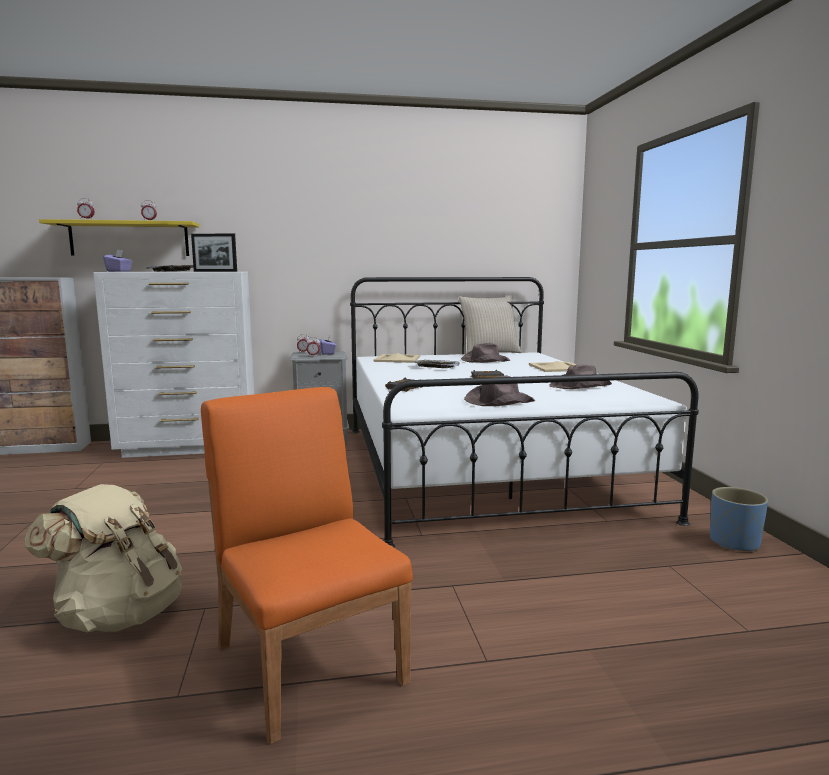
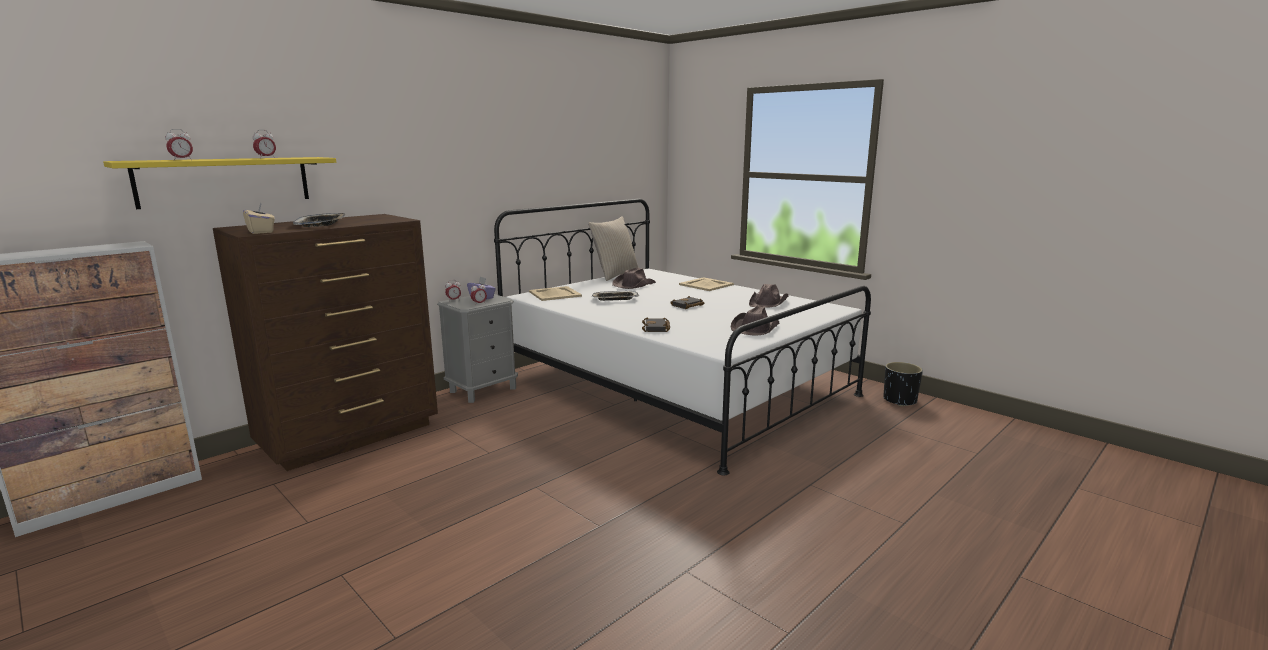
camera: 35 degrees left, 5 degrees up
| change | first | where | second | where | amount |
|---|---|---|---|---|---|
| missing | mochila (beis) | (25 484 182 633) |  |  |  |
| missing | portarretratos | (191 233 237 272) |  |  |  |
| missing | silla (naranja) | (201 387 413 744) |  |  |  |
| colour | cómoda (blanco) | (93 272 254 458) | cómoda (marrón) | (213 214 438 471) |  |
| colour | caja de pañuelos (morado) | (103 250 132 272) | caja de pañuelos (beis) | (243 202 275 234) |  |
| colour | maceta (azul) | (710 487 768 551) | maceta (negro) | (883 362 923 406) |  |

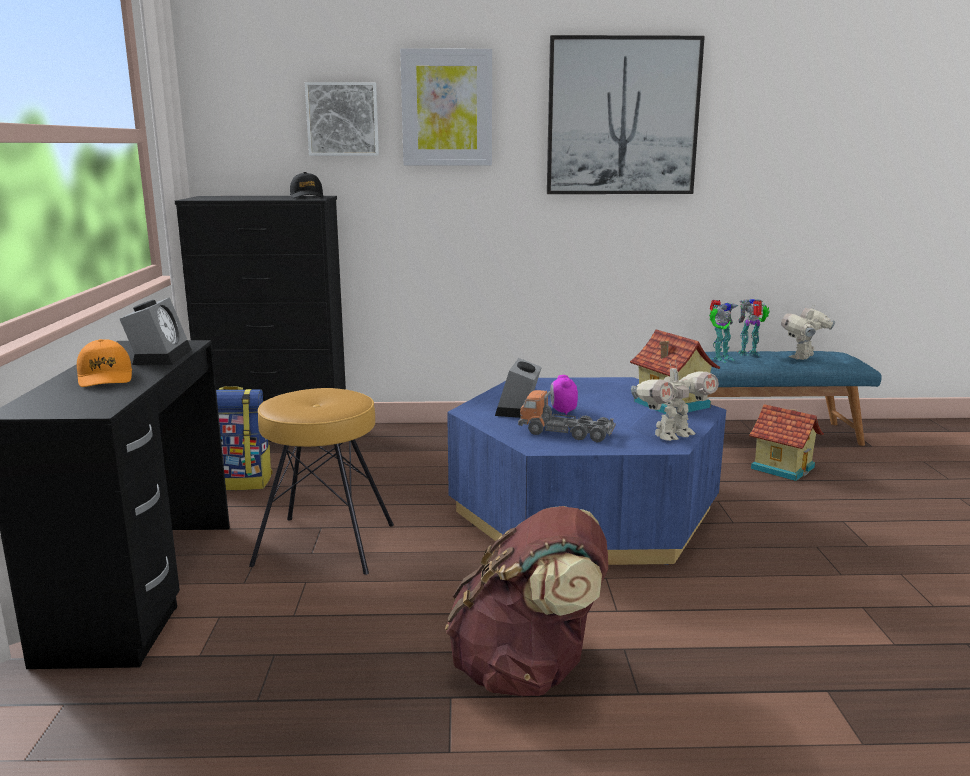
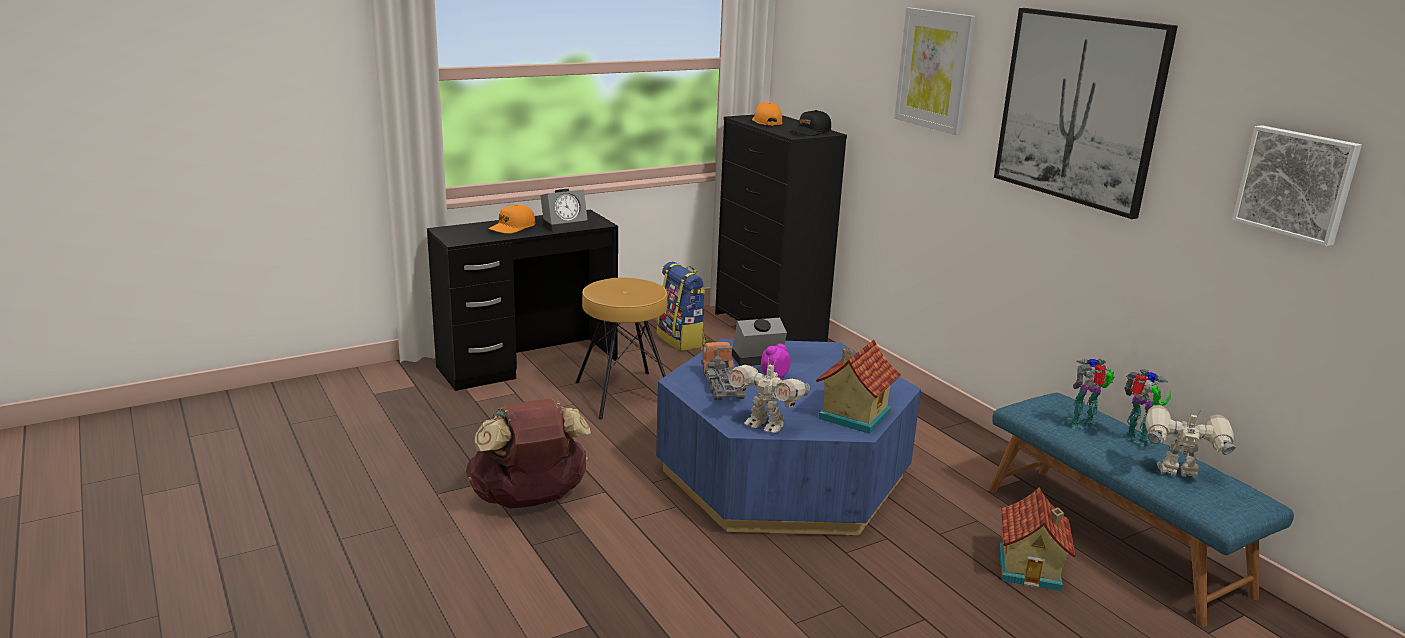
camera: 60 degrees right, 5 degrees up
| change | first | where | second | where | amount |
|---|---|---|---|---|---|
| appeared |  |  | gorra (naranja) | (752 102 782 126) |  |
| relocated | cuadro | (305 82 379 156) |  | (1232 125 1362 246) |  |
| spun | robot de juguete | (709 300 738 362) |  | (1067 359 1115 429) | 150 degrees clockwise |

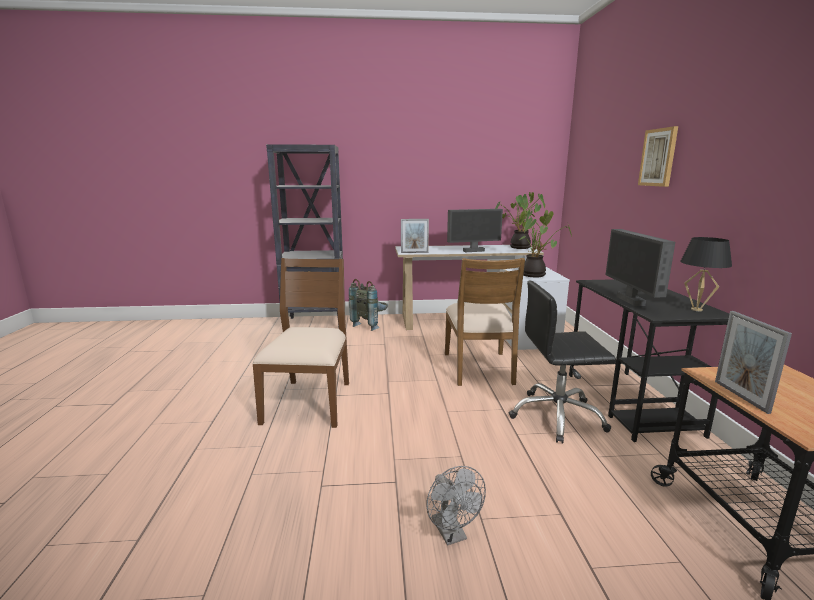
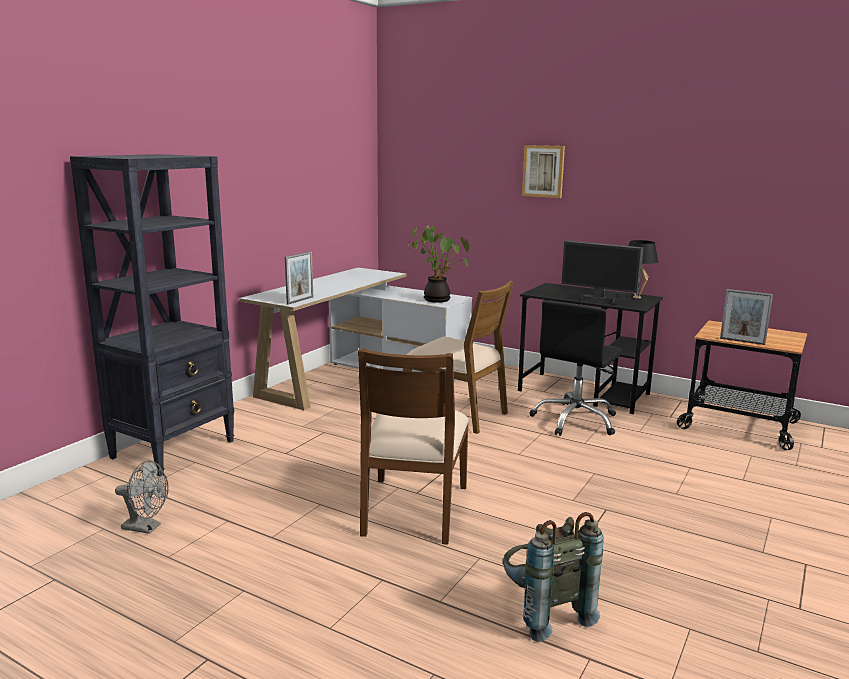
camera: 55 degrees left, 0 degrees up
| change | first | where | second | where | amount |
|---|---|---|---|---|---|
| missing | monitor | (447 209 503 252) |  |  |  |
| missing | planta en maceta | (495 192 545 249) |  |  |  |
| relocated | mochila (gris) | (349 279 388 331) |  | (503 512 604 642) |  |
| relocated | ventilador (gris) | (427 466 486 546) |  | (115 460 169 534) |  |
| spun | silla (marrón) | (252 258 349 428) |  | (358 348 469 545) | 120 degrees counterclockwise |

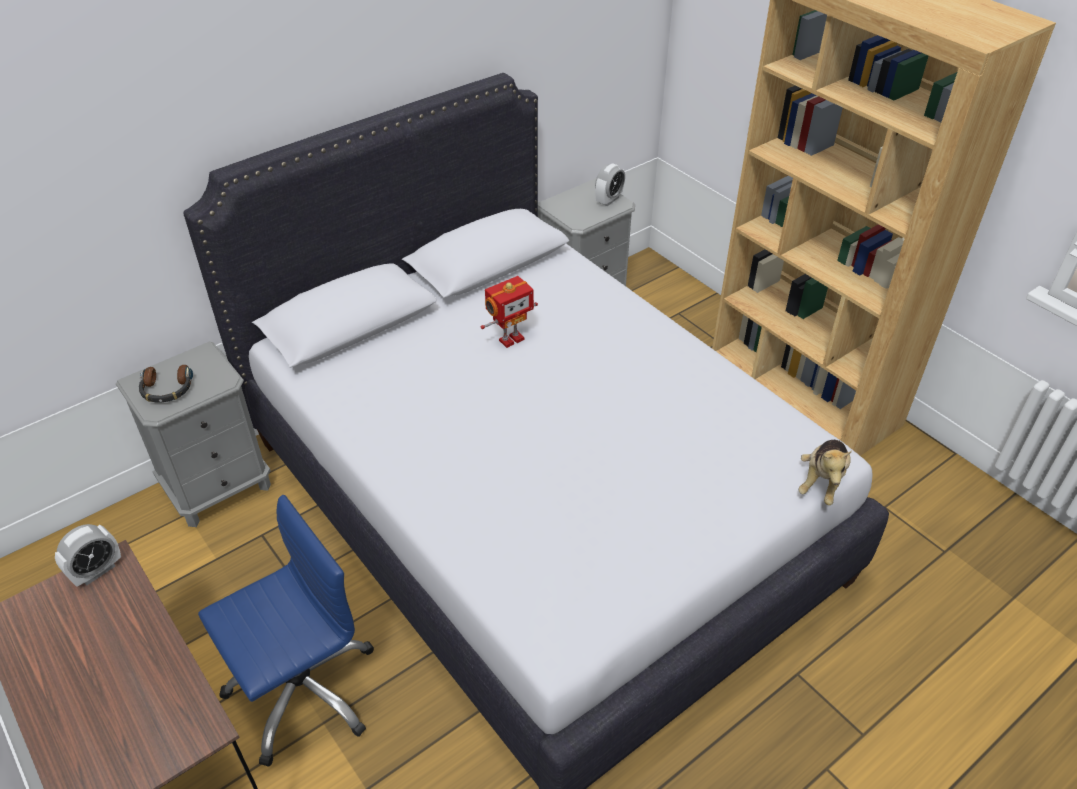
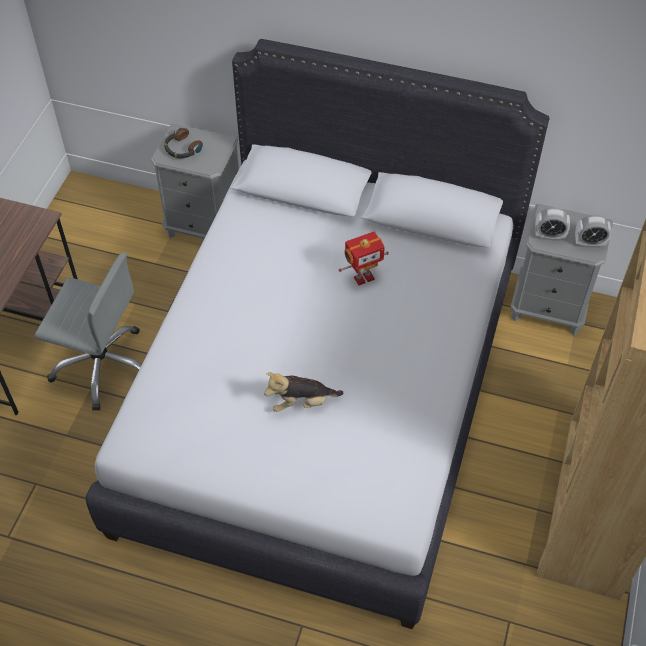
camera: 55 degrees right, 10 degrees up
| change | first | where | second | where | amount |
|---|---|---|---|---|---|
| relocated | despertador | (55 524 121 587) |  | (535 207 570 241) |  |
| relocated | peluche | (798 440 852 505) |  | (264 372 344 412) |  |
| colour | silla de oficina (azul) | (198 495 374 767) | silla de oficina (gris) | (34 252 142 411) |  |
| spun | robot de juguete | (481 276 538 348) |  | (339 232 389 285) | 45 degrees counterclockwise |

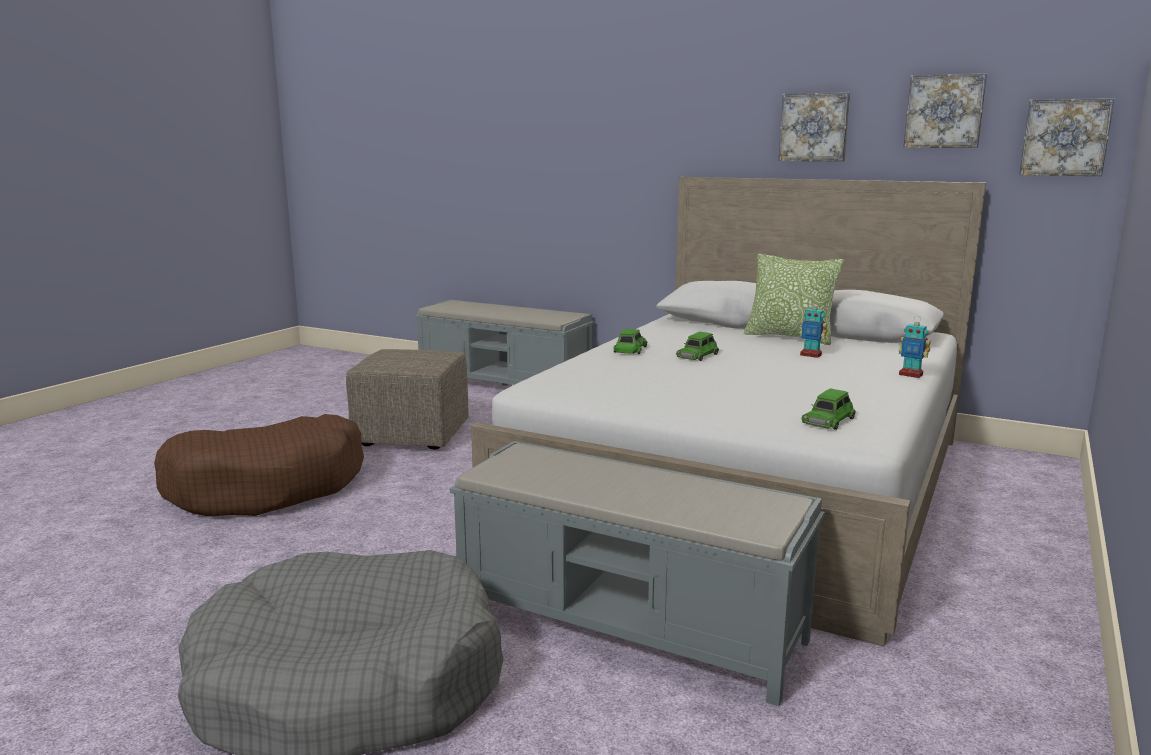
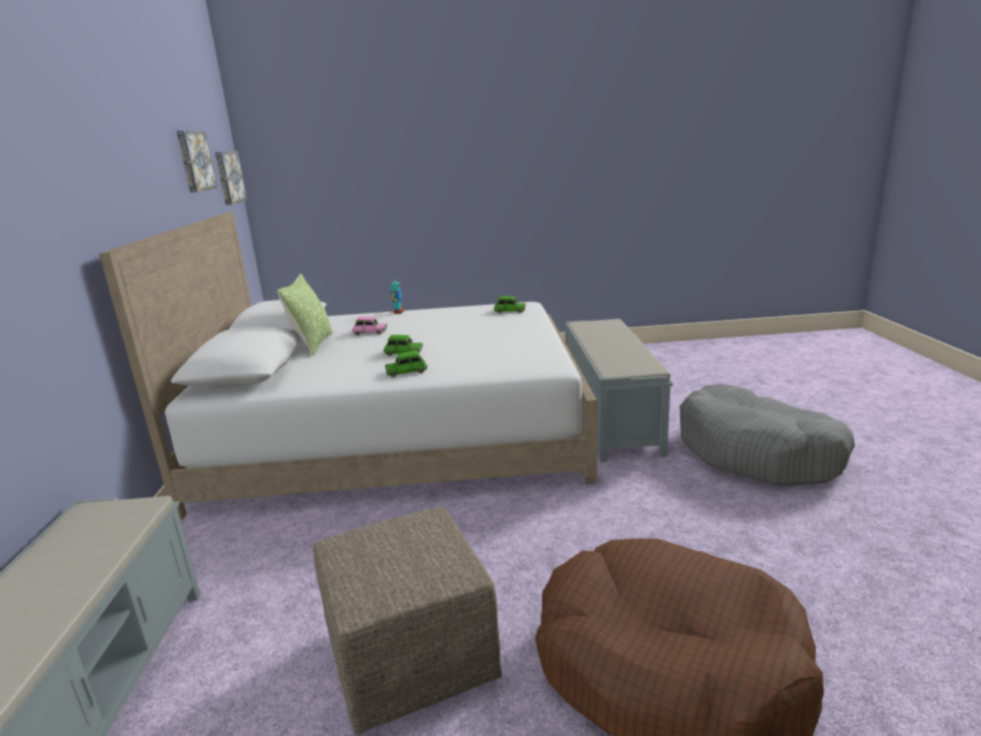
camera: 120 degrees left, 5 degrees up
| change | first | where | second | where | amount |
|---|---|---|---|---|---|
| missing | cuadro | (778 92 850 162) |  |  |  |
| exchanged | robot de juguete | (799 301 827 358) | coche de juguete (rosa) | (352 316 387 335) |  |

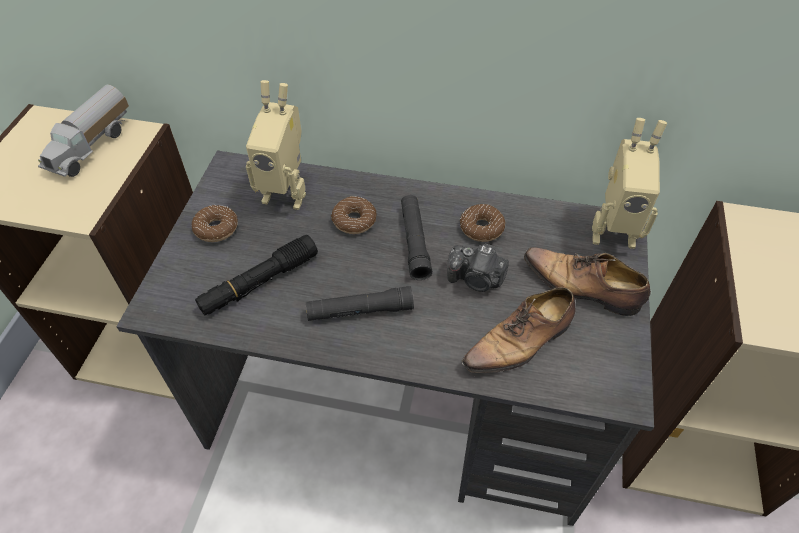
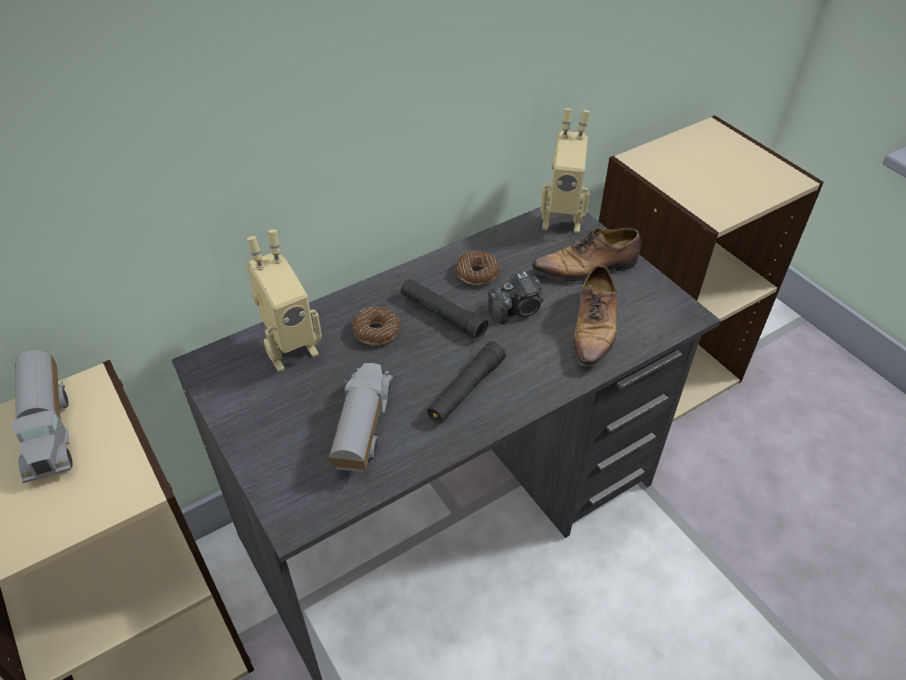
camera: 45 degrees left, 5 degrees down
| change | first | where | second | where | amount |
|---|---|---|---|---|---|
| missing | rosquilla | (192 205 238 242) |  |  |  |
| exchanged | linterna (negro) | (195 235 318 315) | camión de juguete | (329 363 393 472) |  |
| spun | robot de juguete | (592 118 667 249) |  | (541 108 590 233) | 45 degrees clockwise |

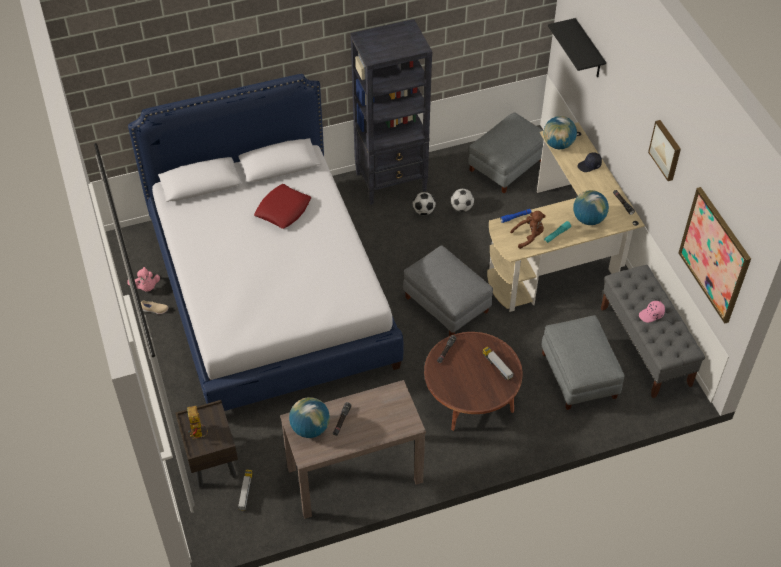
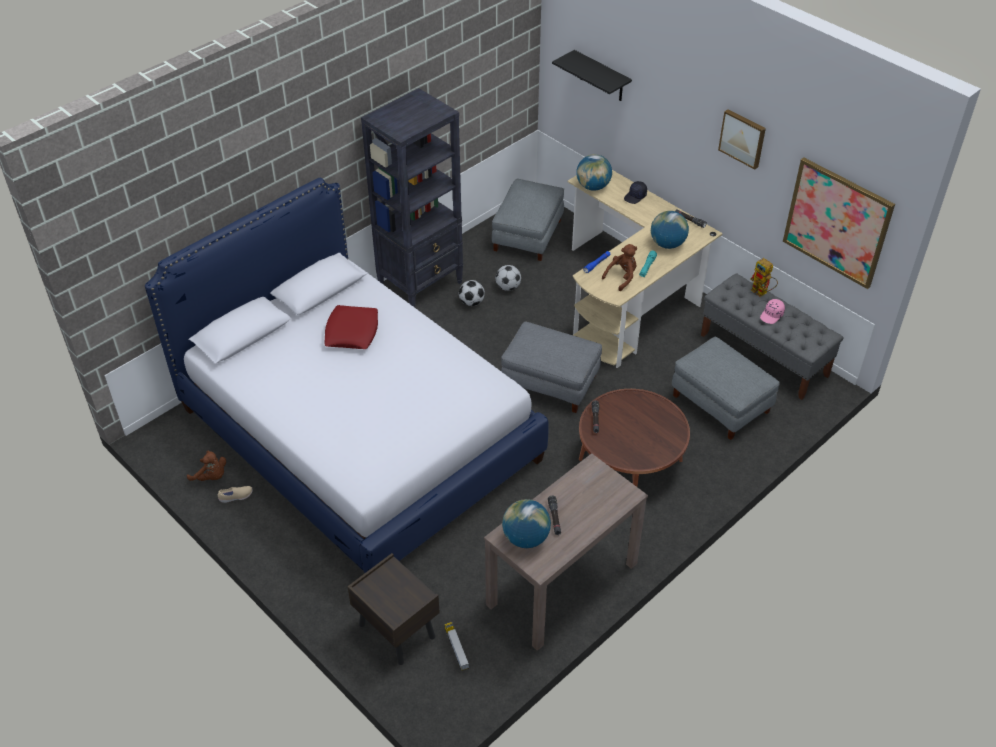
camera: 25 degrees left, 5 degrees down
| change | first | where | second | where | amount |
|---|---|---|---|---|---|
| missing | camión de juguete | (482 347 514 380) |  |  |  |
| relocated | robot de juguete | (187 406 208 439) |  | (750 258 778 297) |  |
| colour | peluche (rosa) | (127 267 160 292) | peluche (marrón) | (187 451 226 481) |  |

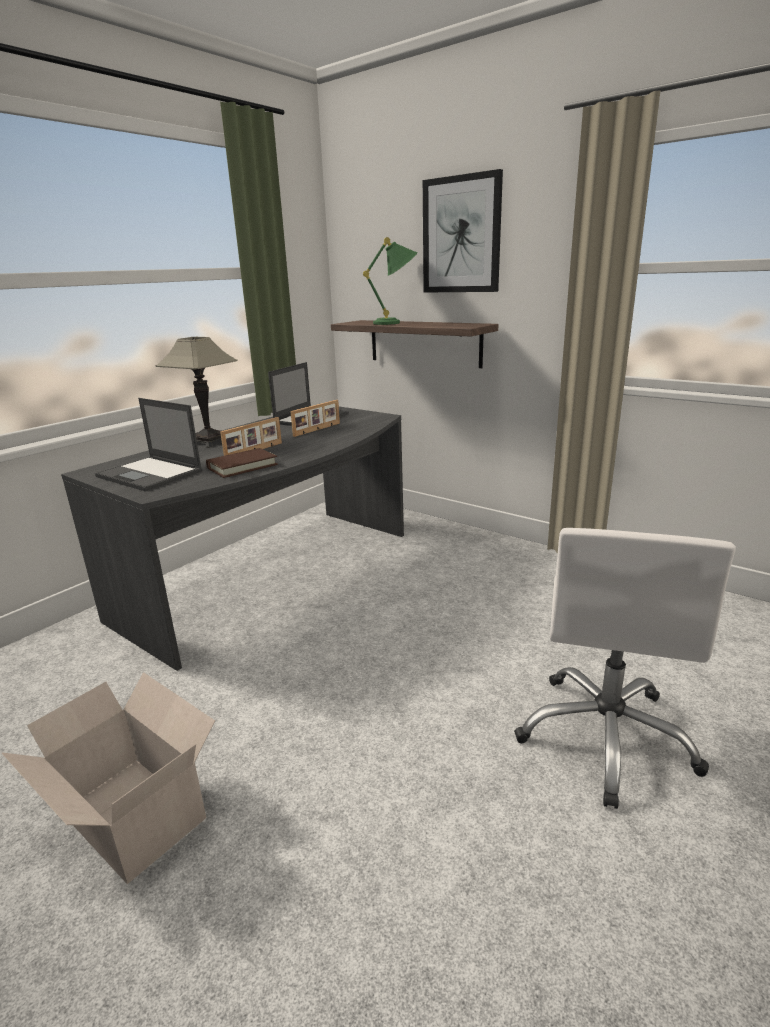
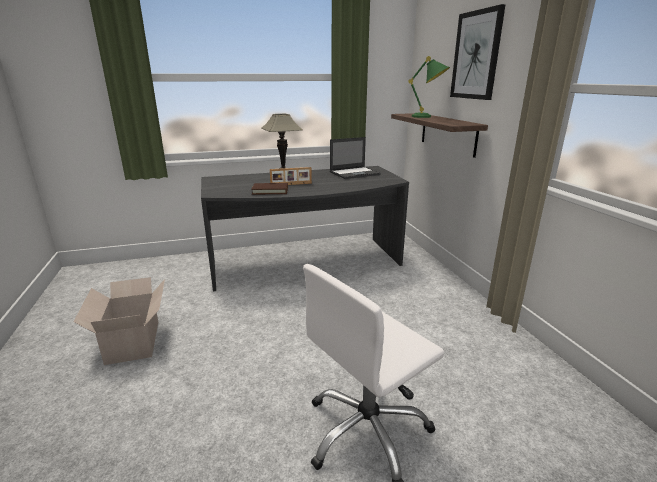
camera: 35 degrees right, 0 degrees up
| change | first | where | second | where | amount |
|---|---|---|---|---|---|
| missing | portátil | (95 398 202 491) |  |  |  |
| missing | portarretratos | (290 400 340 437) |  |  |  |

